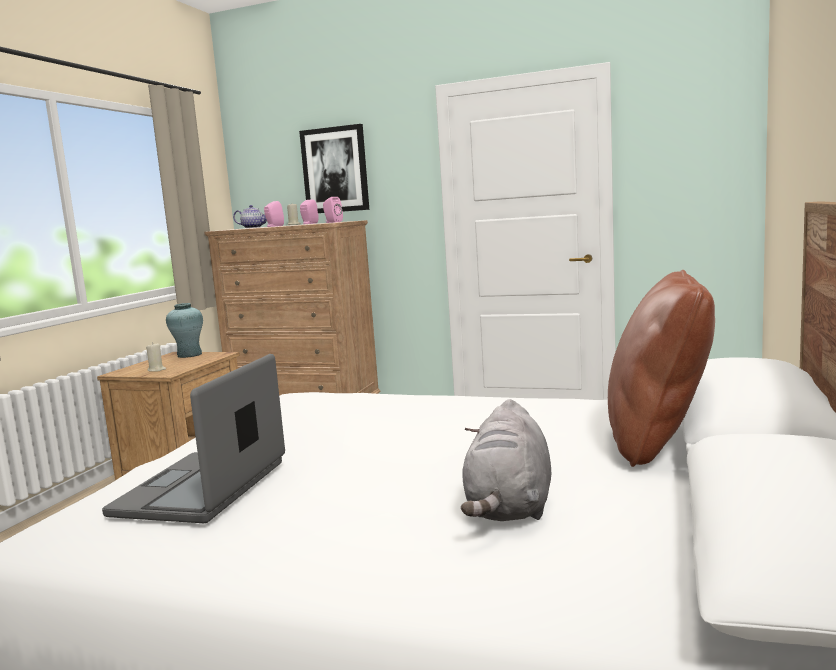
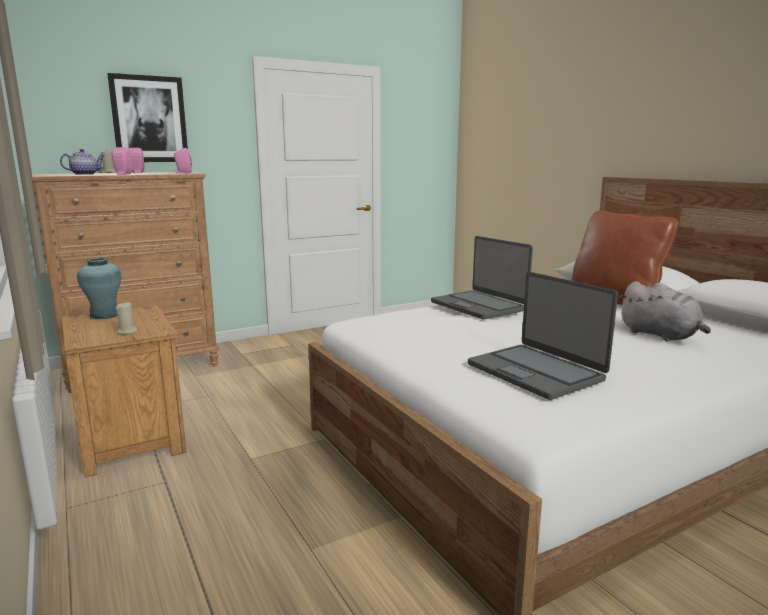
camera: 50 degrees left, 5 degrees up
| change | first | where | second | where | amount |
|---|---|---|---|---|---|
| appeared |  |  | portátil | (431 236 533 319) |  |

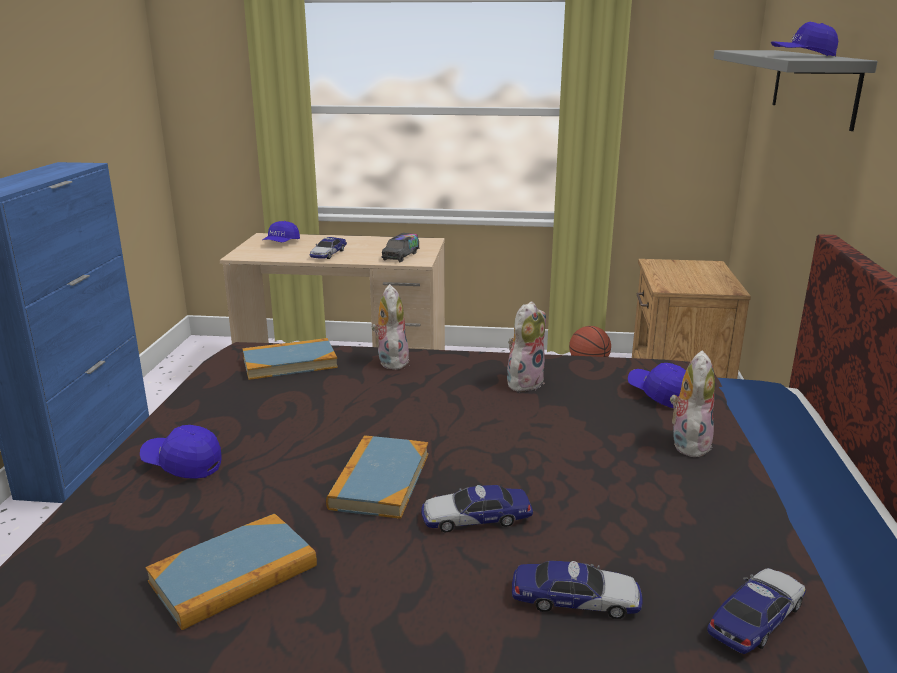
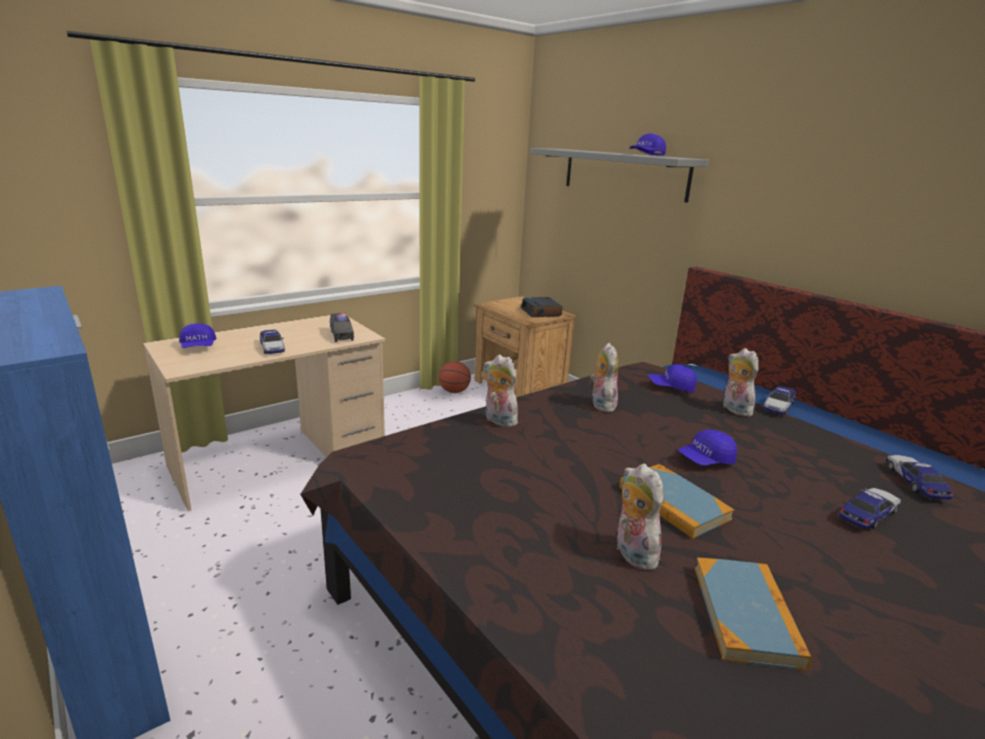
camera: 45 degrees left, 0 degrees up
| change | first | where | second | where | amount |
|---|---|---|---|---|---|
| missing | libro | (242 338 338 380) |  |  |  |
| appeared |  |  | despertador | (521 297 562 317) |  |
| appeared |  |  | peluche | (617 463 664 570) |  |
| relocated | gorra (azul) | (140 425 222 479) |  | (678 429 737 466) |  |
| relocated | coche de juguete | (421 485 533 533) |  | (763 386 796 415) |  |

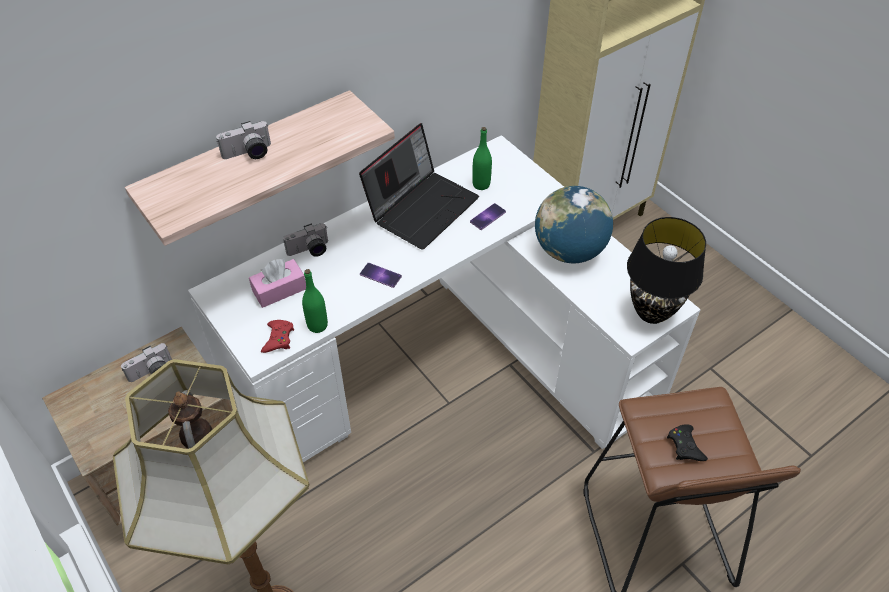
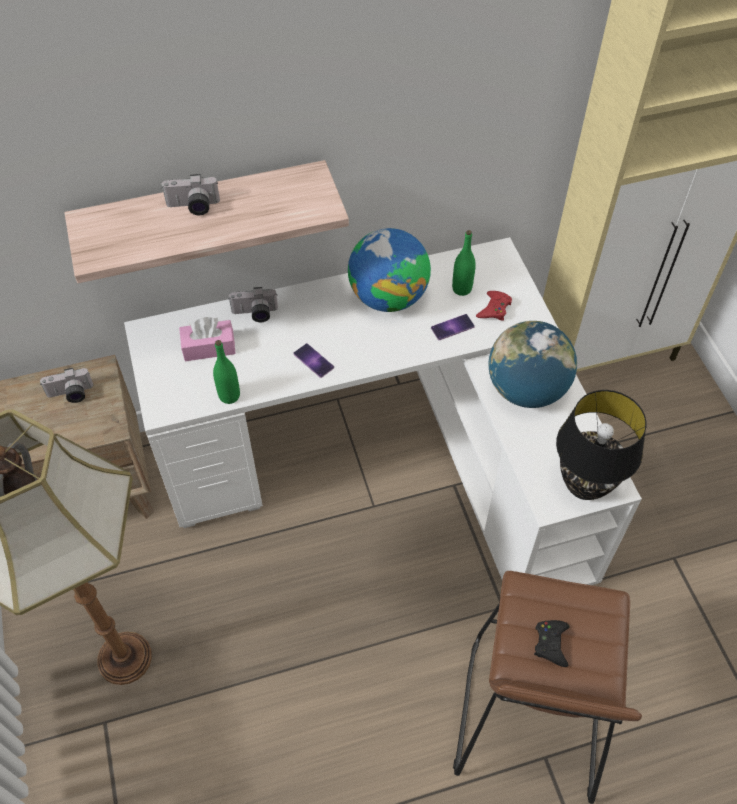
camera: 20 degrees right, 5 degrees up
| change | first | where | second | where | amount |
|---|---|---|---|---|---|
| relocated | mando de consola (rojo) | (261 320 294 353) |  | (476 291 512 321) |  |
| exchanged | portátil | (359 123 479 250) | globo terráqueo | (348 228 431 312) |  |

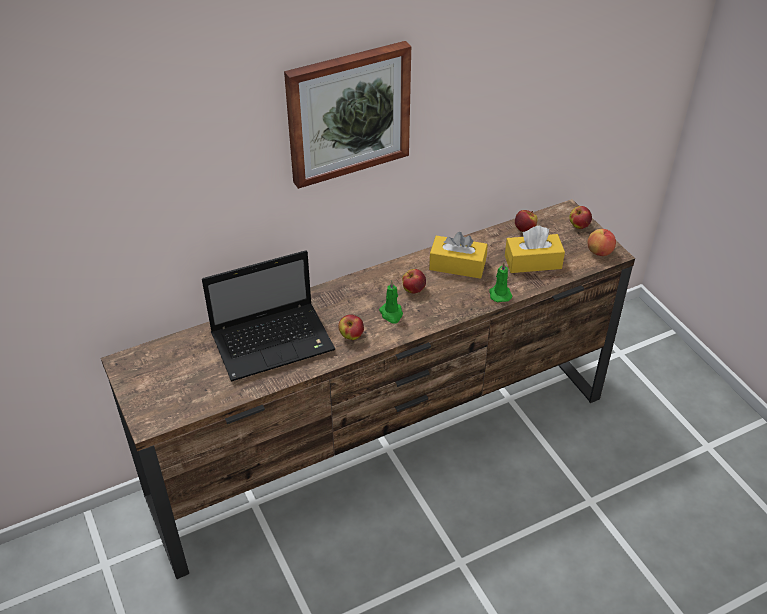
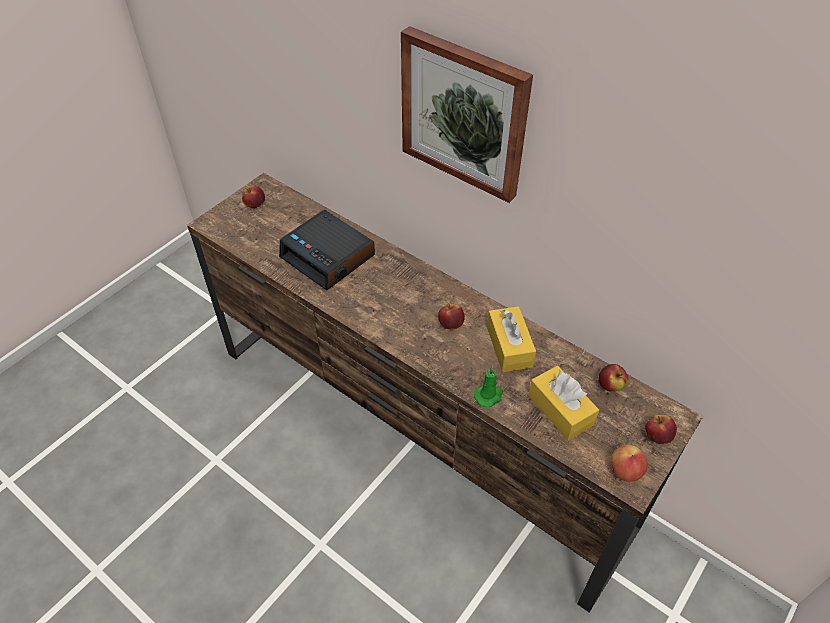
camera: 65 degrees right, 5 degrees up
| change | first | where | second | where | amount |
|---|---|---|---|---|---|
| missing | vela (verde) | (379 280 403 324) |  |  |  |
| relocated | manzana | (338 314 364 340) |  | (242 185 265 208) |  |
| exchanged | portátil | (202 250 335 381) | despertador | (279 210 375 291) |  |

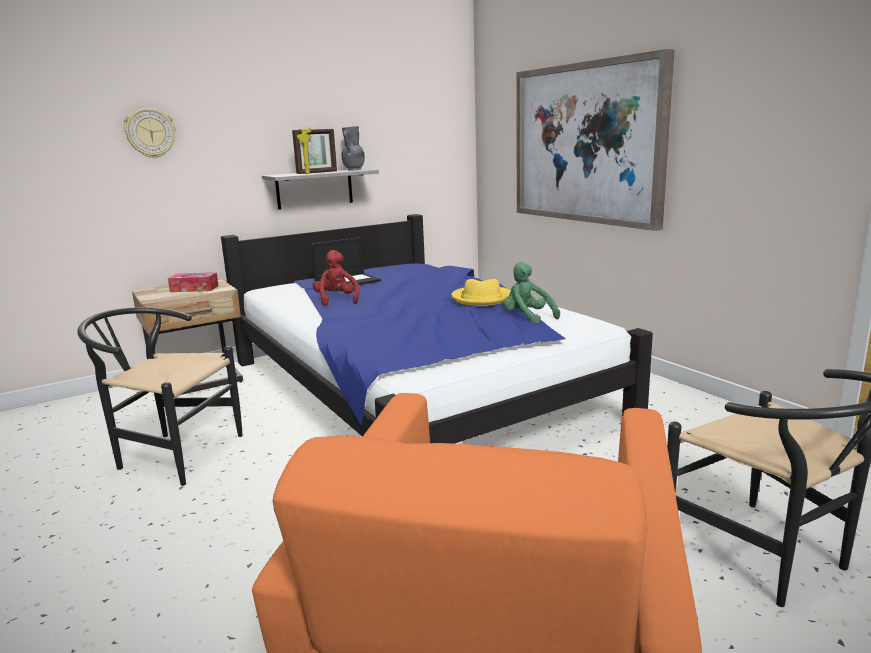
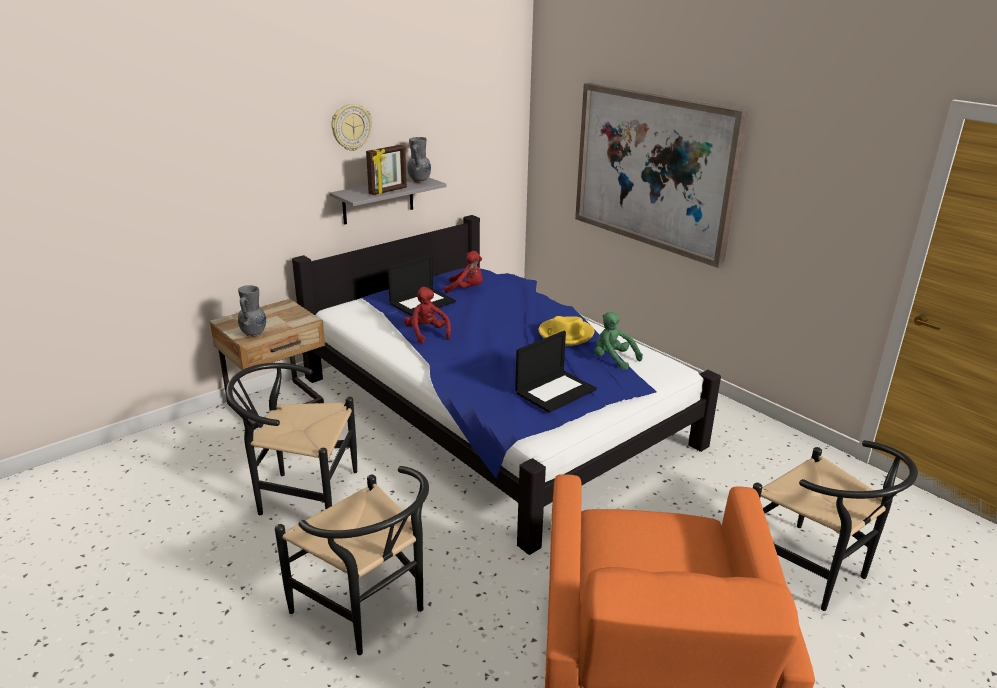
camera: 10 degrees left, 10 degrees up
| change | first | where | second | where | amount |
|---|---|---|---|---|---|
| missing | caja de pañuelos | (168 272 219 292) |  |  |  |
| appeared |  |  | florero (gris) | (238 285 266 337) |  |
| appeared |  |  | silla (negro) | (275 466 429 655) |  |
| appeared |  |  | peluche (rojo) | (444 251 483 294) |  |
| appeared |  |  | portátil | (515 331 597 413) |  |
| relocated | reloj de pared | (124 108 176 158) |  | (331 104 372 151) |  |

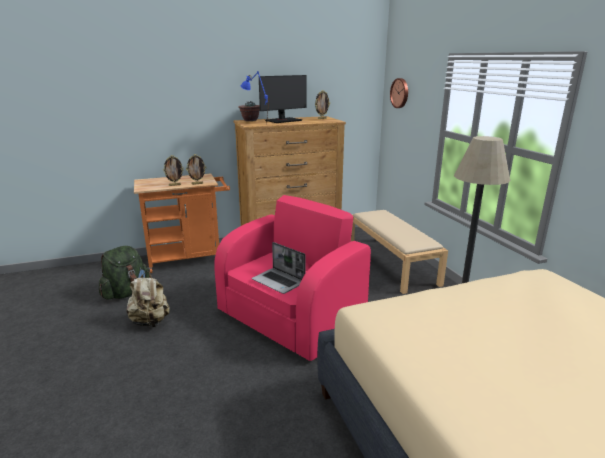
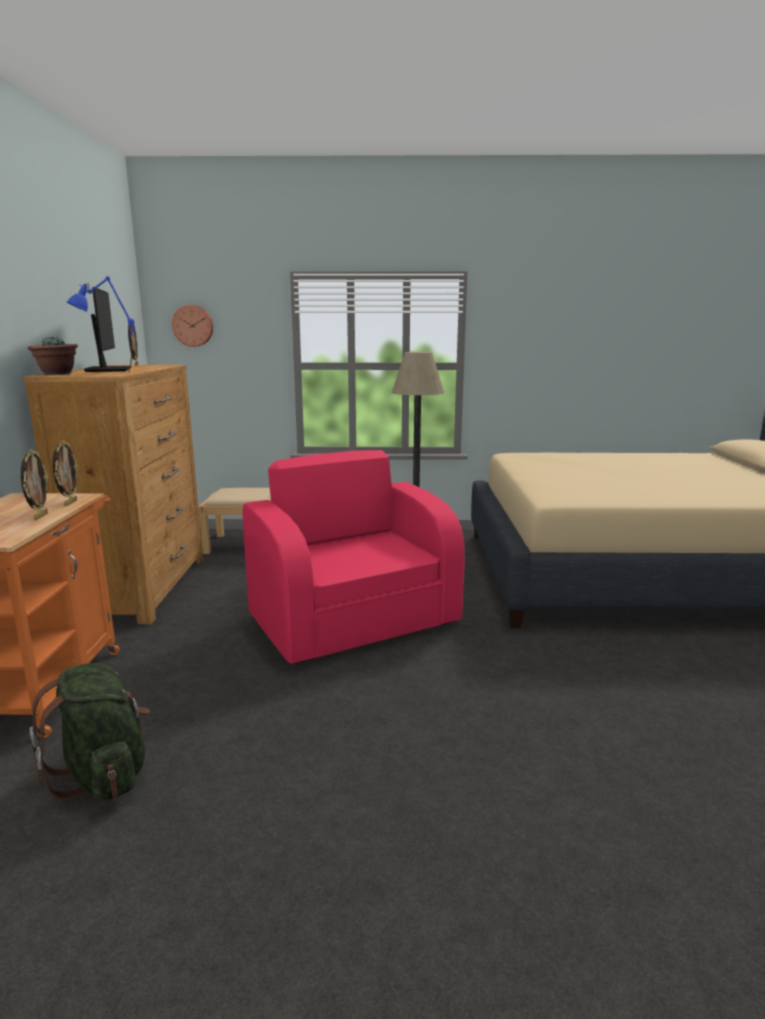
camera: 70 degrees left, 5 degrees down
| change | first | where | second | where | amount |
|---|---|---|---|---|---|
| missing | mochila (beis) | (126 271 170 328) |  |  |  |
| missing | portátil | (252 242 306 294) |  |  |  |

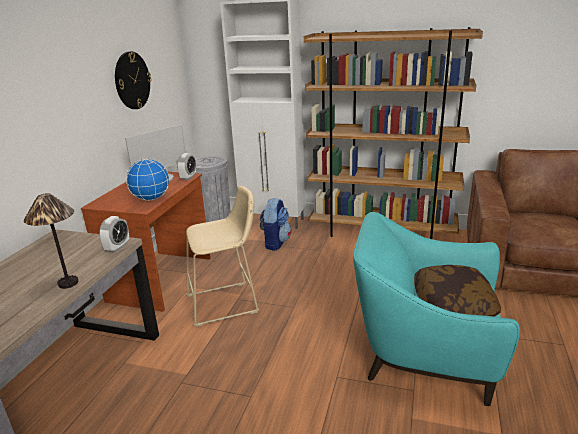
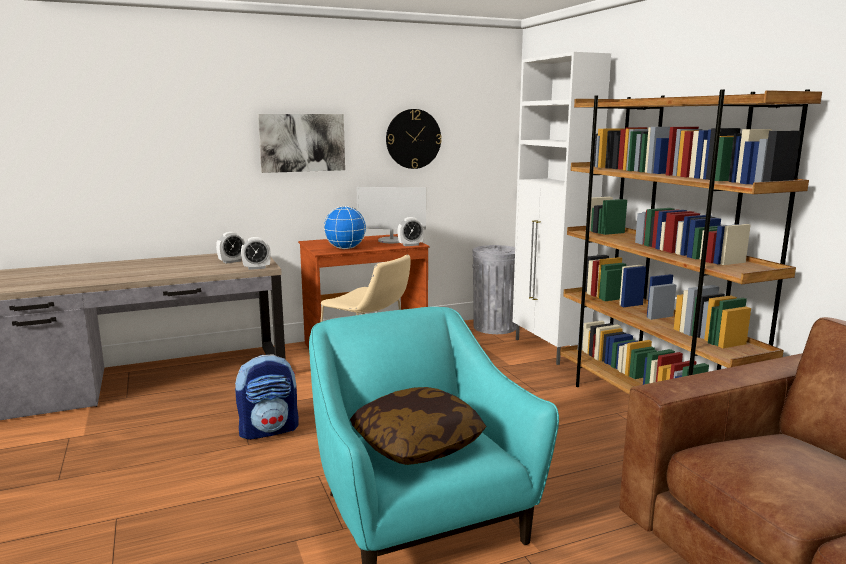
camera: 50 degrees right, 10 degrees down
| change | first | where | second | where | amount |
|---|---|---|---|---|---|
| missing | lámpara de mesa | (24 193 78 289) |  |  |  |
| appeared |  |  | despertador | (216 232 245 264) |  |
| appeared |  |  | cuadro | (258 114 345 173) |  |
| relocated | mochila | (260 198 292 251) |  | (235 354 299 440) |  |

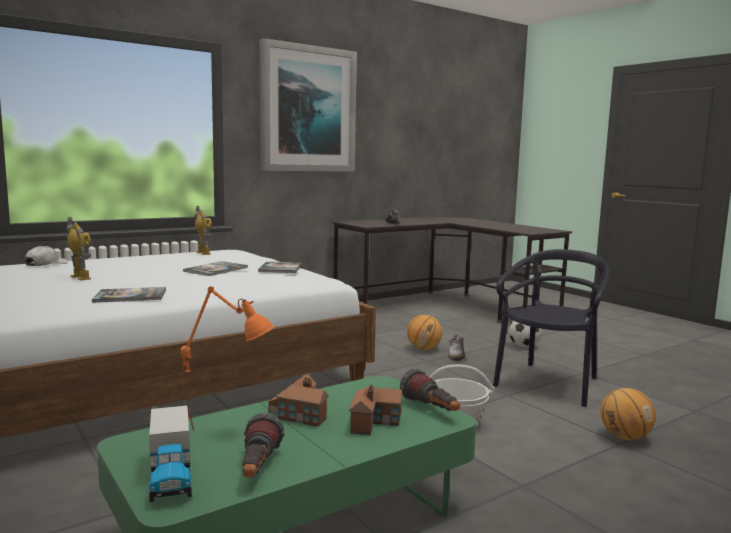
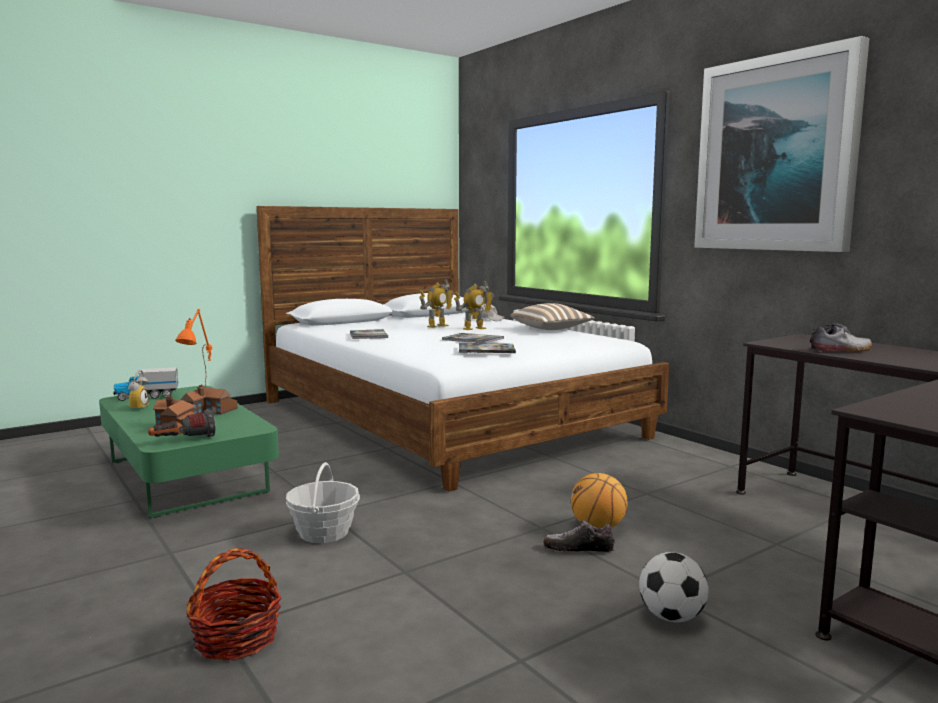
camera: 90 degrees right, 0 degrees up
| change | first | where | second | where | amount |
|---|---|---|---|---|---|
| missing | silla (negro) | (493 249 609 407) |  |  |  |
| appeared |  |  | cojín | (510 303 595 330) |  |
| relocated | robot de juguete | (195 206 212 255) |  | (454 280 494 330) |  |
| exchanged | linterna | (242 413 285 477) | despertador | (122 370 149 410) |  |
| exchanged | balón de baloncesto | (600 388 656 440) | cesta | (186 548 282 661) |  |

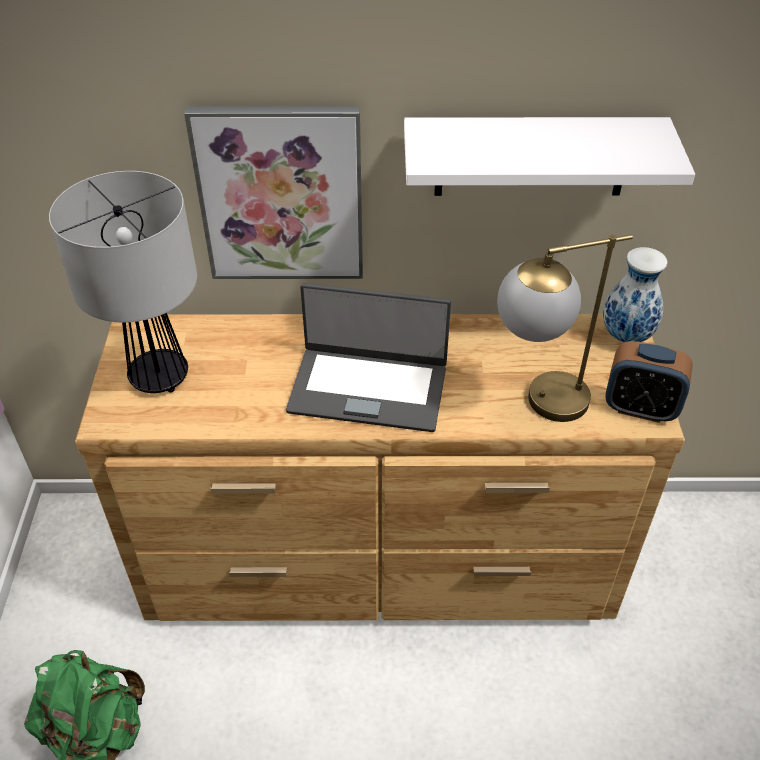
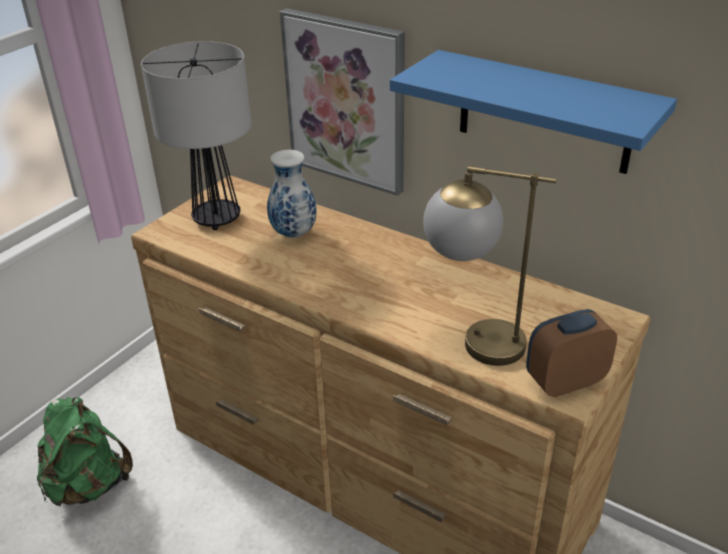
camera: 35 degrees right, 10 degrees down
| change | first | where | second | where | amount |
|---|---|---|---|---|---|
| missing | portátil | (286 283 451 432) |  |  |  |
| relocated | florero | (603 247 667 342) |  | (267 150 317 238) |  |
| colour | estante (blanco) | (404 117 695 196) | estante (azul) | (390 50 677 174) |  |
| spun | despertador | (605 341 693 423) |  | (526 309 617 397) | 105 degrees clockwise |

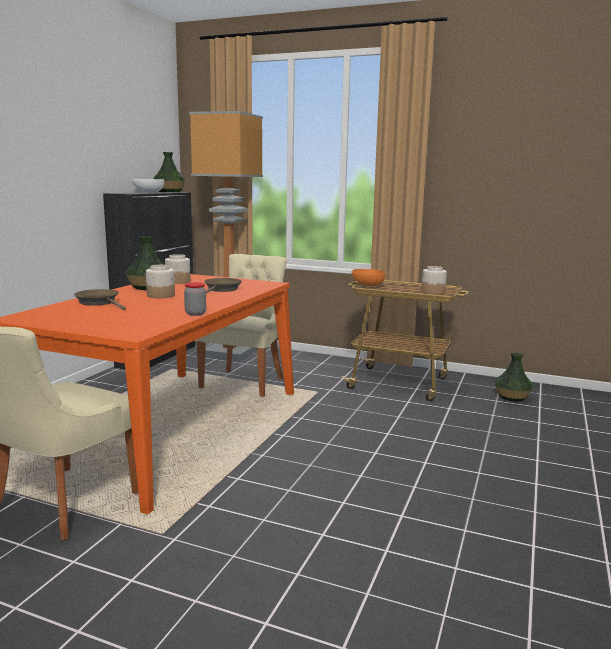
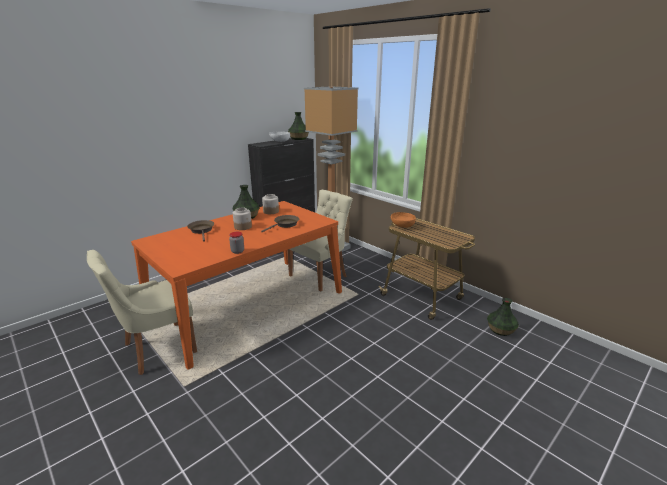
camera: 25 degrees right, 10 degrees up
| change | first | where | second | where | amount |
|---|---|---|---|---|---|
| missing | tarro | (422 266 447 294) |  |  |  |

